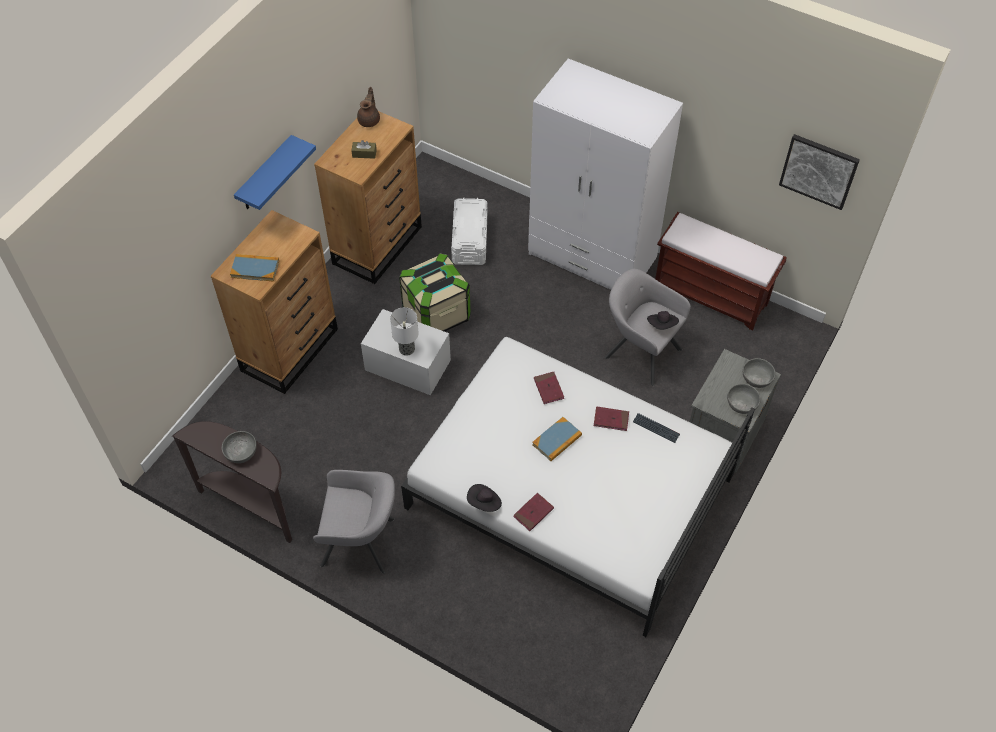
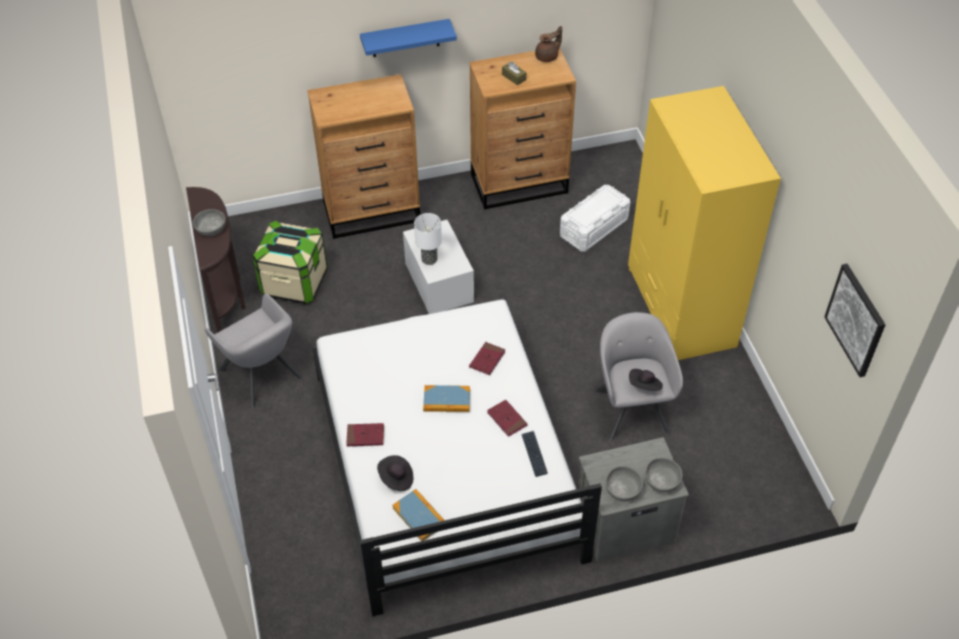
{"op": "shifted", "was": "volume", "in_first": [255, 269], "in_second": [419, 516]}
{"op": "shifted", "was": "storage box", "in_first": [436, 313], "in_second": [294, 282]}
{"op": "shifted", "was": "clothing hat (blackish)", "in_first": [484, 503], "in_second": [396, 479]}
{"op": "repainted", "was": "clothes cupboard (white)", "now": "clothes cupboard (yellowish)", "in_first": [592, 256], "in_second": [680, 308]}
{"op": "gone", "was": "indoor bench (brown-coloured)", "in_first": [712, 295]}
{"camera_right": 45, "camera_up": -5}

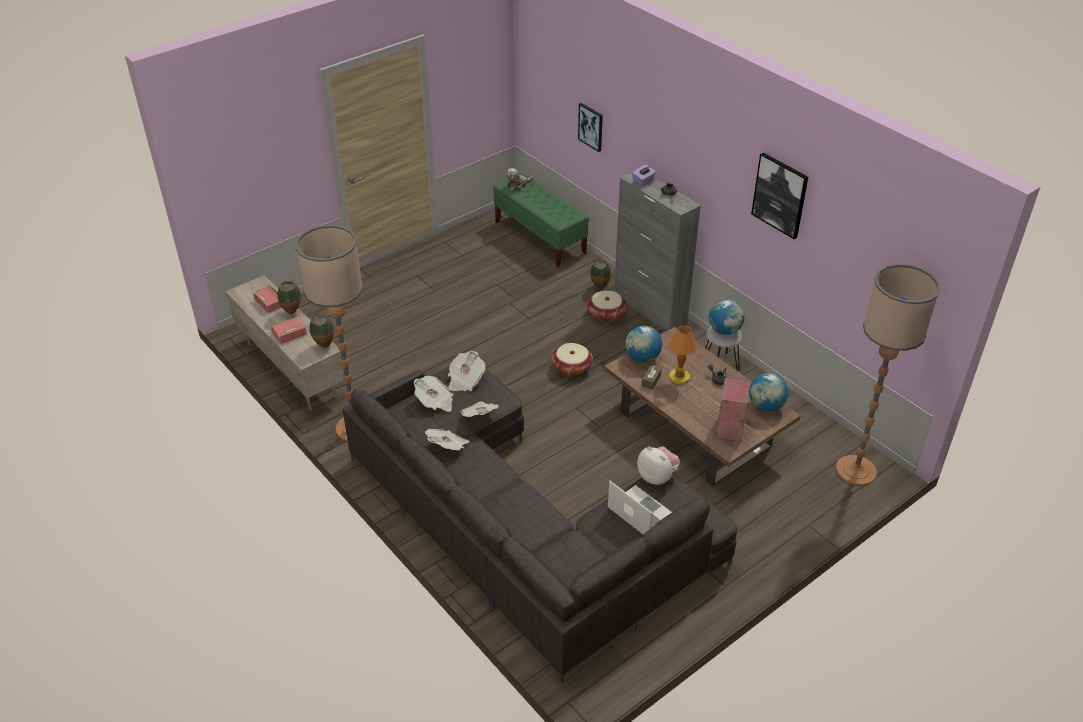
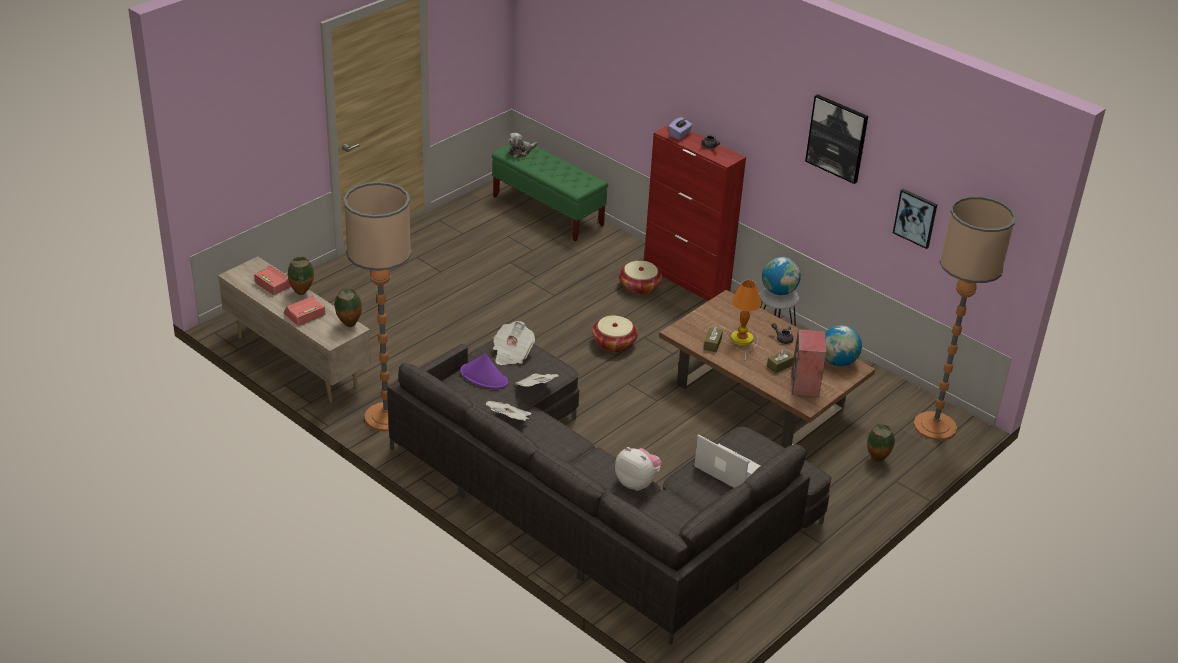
{"op": "swapped", "was": "daily paper", "now": "clothing hat (purple)", "in_first": [435, 402], "in_second": [484, 377]}
{"op": "shifted", "was": "picture", "in_first": [591, 126], "in_second": [915, 218]}
{"op": "shifted", "was": "vase", "in_first": [600, 288], "in_second": [877, 461]}
{"op": "repainted", "was": "cupboard (greyish)", "now": "cupboard (reddish)", "in_first": [650, 308], "in_second": [686, 279]}
{"op": "gone", "was": "world globe", "in_first": [642, 357]}
{"op": "shifted", "was": "plush toy", "in_first": [657, 477], "in_second": [637, 482]}
{"op": "new", "now": "tissue holder (brown-coloured)", "in_second": [780, 365]}
{"camera_right": -10, "camera_up": -5}

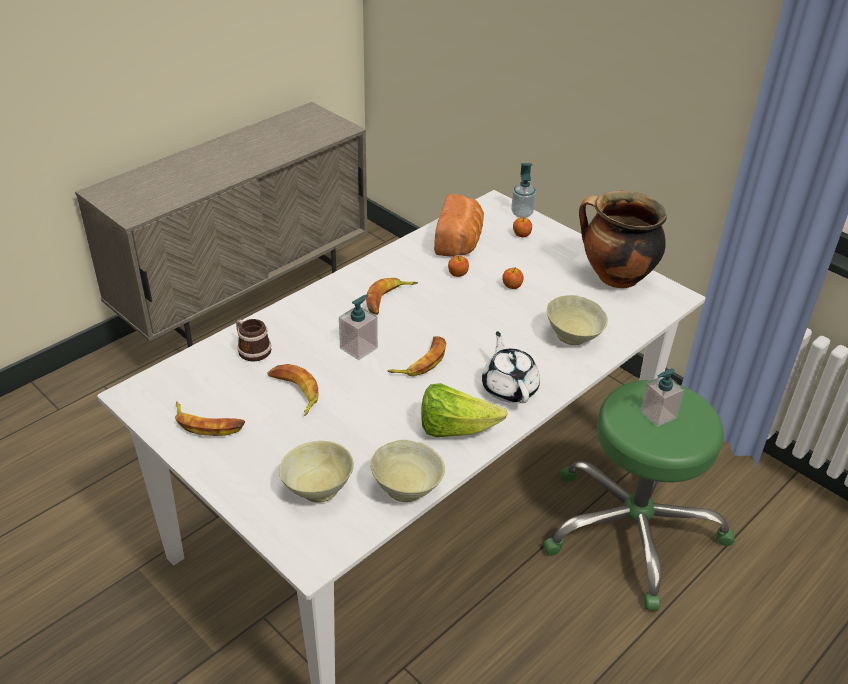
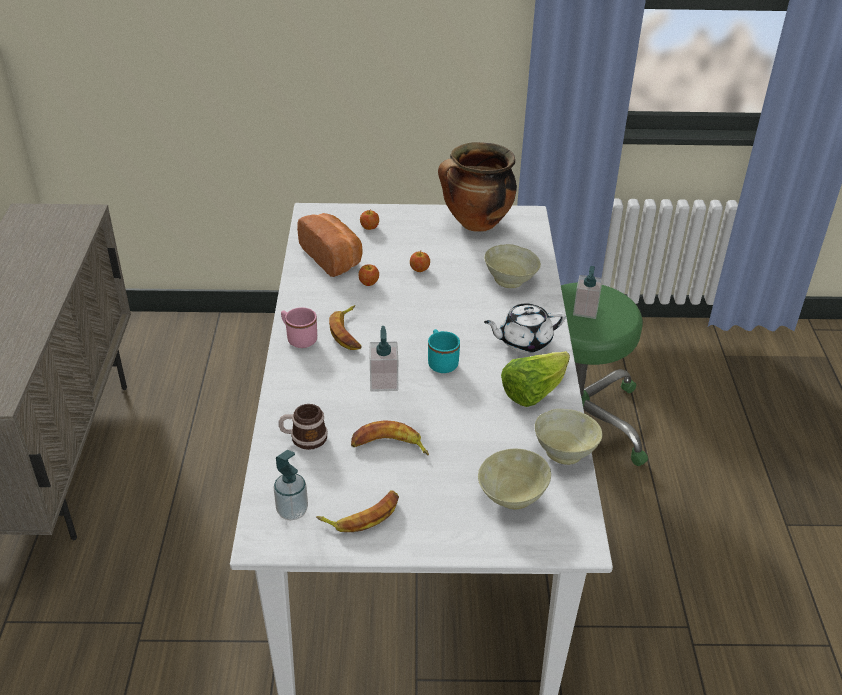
{"op": "swapped", "was": "banana fruit", "now": "tea mug (blue-green)", "in_first": [421, 361], "in_second": [441, 362]}
{"op": "rotated", "was": "teapot (white)", "in_first": [509, 387], "in_second": [523, 341], "clockwise": -45}
{"op": "shifted", "was": "liquid soap bottle", "in_first": [522, 213], "in_second": [292, 511]}
{"op": "new", "now": "tea mug (pink)", "in_second": [298, 338]}
{"camera_right": -45, "camera_up": 0}

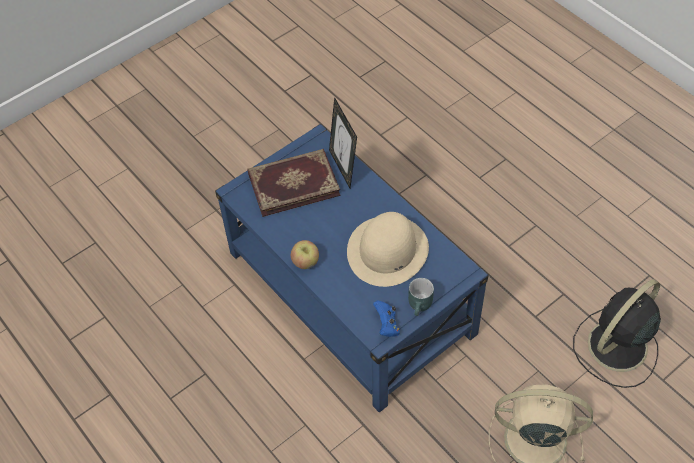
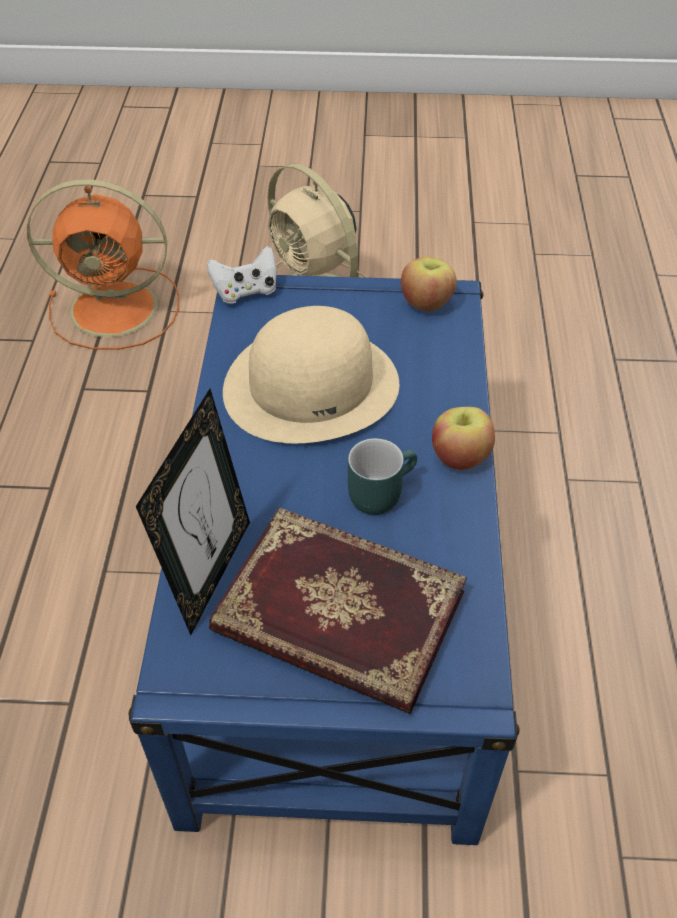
{"op": "swapped", "was": "game controller (bluish)", "now": "apple", "in_first": [387, 325], "in_second": [426, 302]}
{"op": "shifted", "was": "tea mug (blue-green)", "in_first": [421, 306], "in_second": [379, 490]}
{"op": "repainted", "was": "fan (blackish)", "now": "fan (orangey)", "in_first": [615, 347], "in_second": [118, 308]}
{"op": "new", "now": "game controller (white)", "in_second": [246, 291]}
{"camera_right": -140, "camera_up": -5}

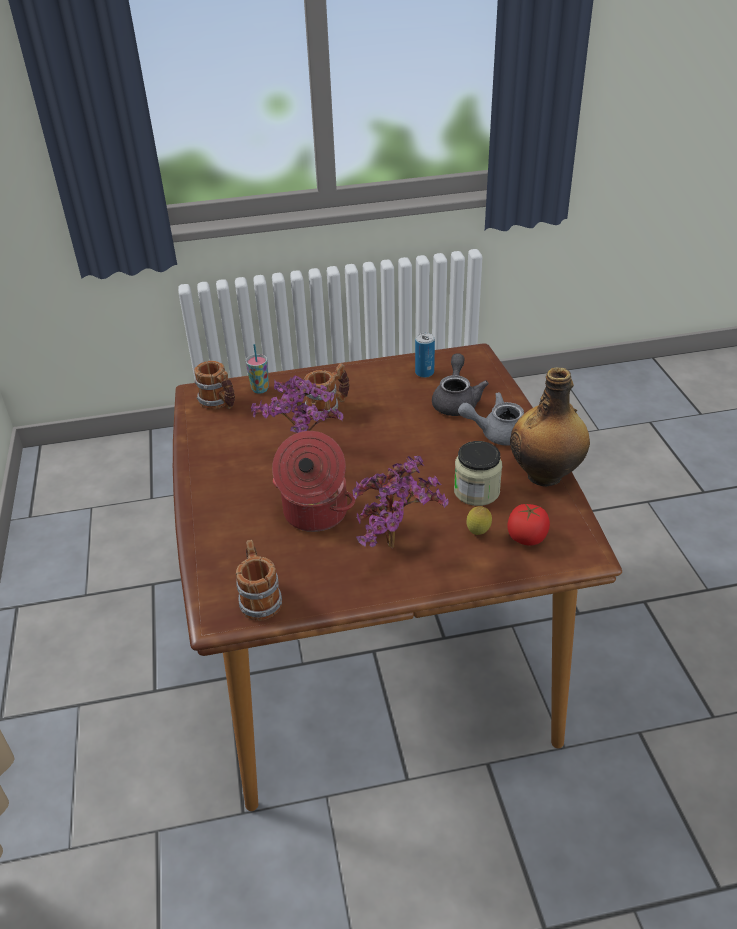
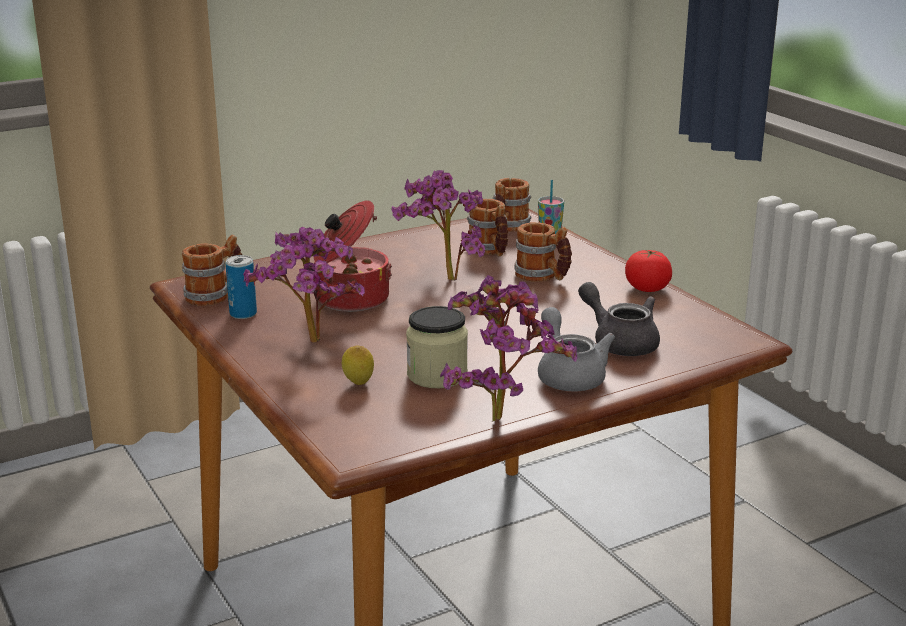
{"op": "shifted", "was": "can", "in_first": [424, 372], "in_second": [243, 314]}
{"op": "rotated", "was": "teapot (greyish)", "in_first": [456, 401], "in_second": [620, 342], "clockwise": -120}
{"op": "shifted", "was": "tomato", "in_first": [526, 538], "in_second": [647, 288]}
{"op": "swapped", "was": "beverage bottle", "now": "houseplant", "in_first": [546, 475], "in_second": [499, 415]}
{"op": "new", "now": "tea mug", "in_second": [490, 251]}
{"camera_right": 70, "camera_up": -15}

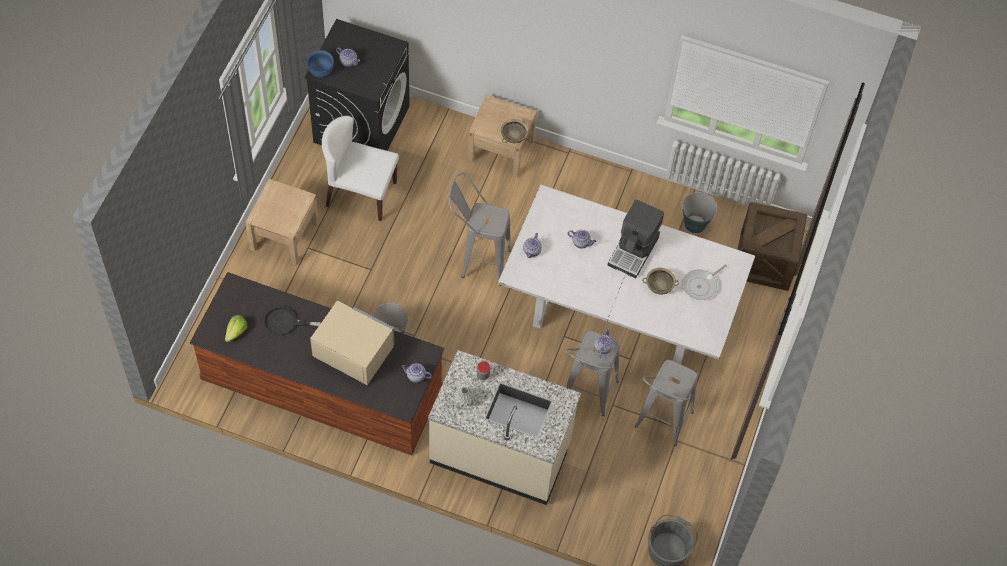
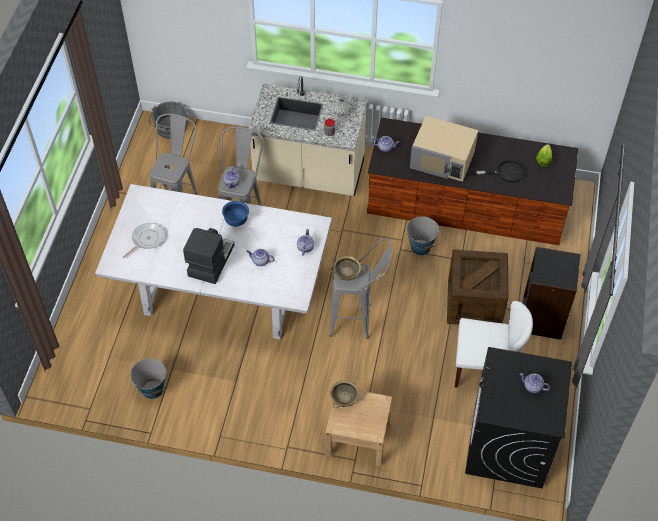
{"op": "swapped", "was": "nightstand (sand-coloured)", "now": "bookshelf (blackish)", "in_first": [284, 236], "in_second": [542, 318]}
{"op": "shifted", "was": "bowl (bluish)", "in_first": [321, 71], "in_second": [236, 221]}
{"op": "shifted", "was": "bowl (sand-coloured)", "in_first": [659, 286], "in_second": [347, 273]}
{"op": "shifted", "was": "shipping crate", "in_first": [764, 261], "in_second": [474, 303]}
{"camera_right": 175, "camera_up": -5}

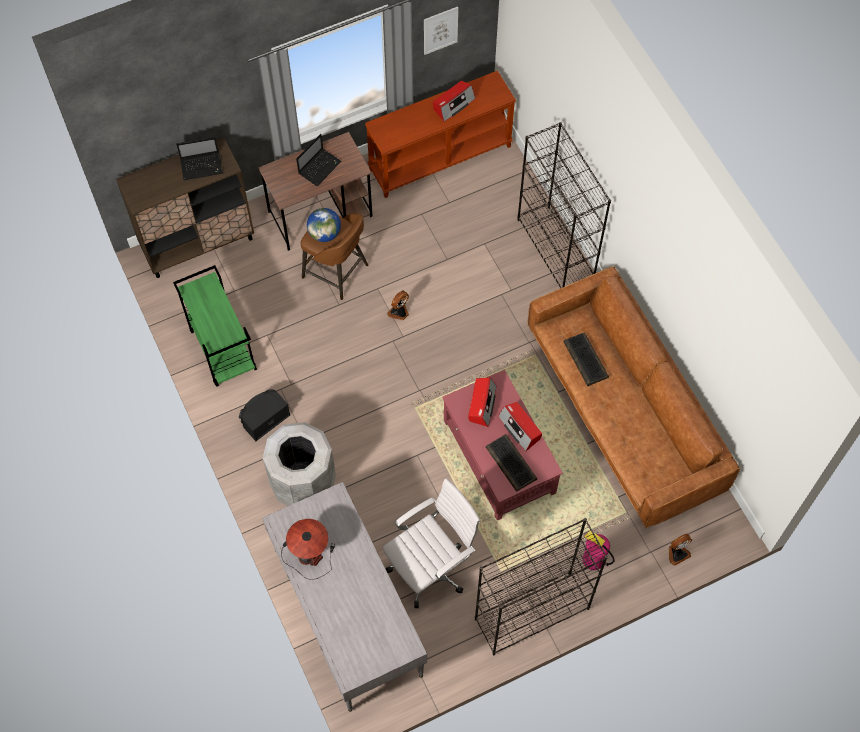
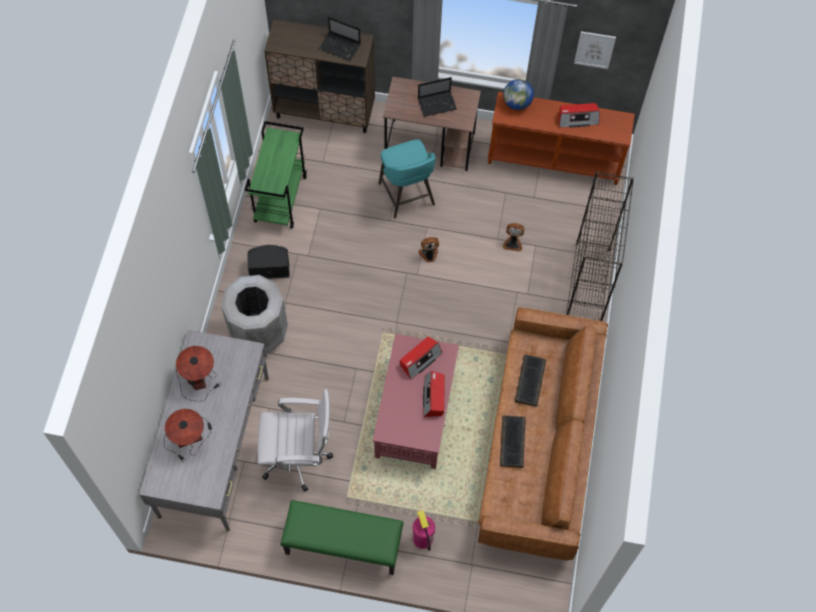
{"op": "repainted", "was": "stool seat (brown-coloured)", "now": "stool seat (blue-green)", "in_first": [337, 272], "in_second": [407, 195]}
{"op": "shifted", "was": "world globe", "in_first": [324, 233], "in_second": [517, 103]}
{"op": "swapped", "was": "bookshelf (blackish)", "now": "indoor bench (greenish)", "in_first": [531, 614], "in_second": [343, 545]}
{"op": "shifted", "was": "computer keyboard", "in_first": [512, 463], "in_second": [513, 442]}
{"op": "shifted", "was": "fan", "in_first": [677, 553], "in_second": [513, 243]}
{"op": "new", "now": "table lamp", "in_second": [188, 438]}
{"camera_right": 35, "camera_up": 0}

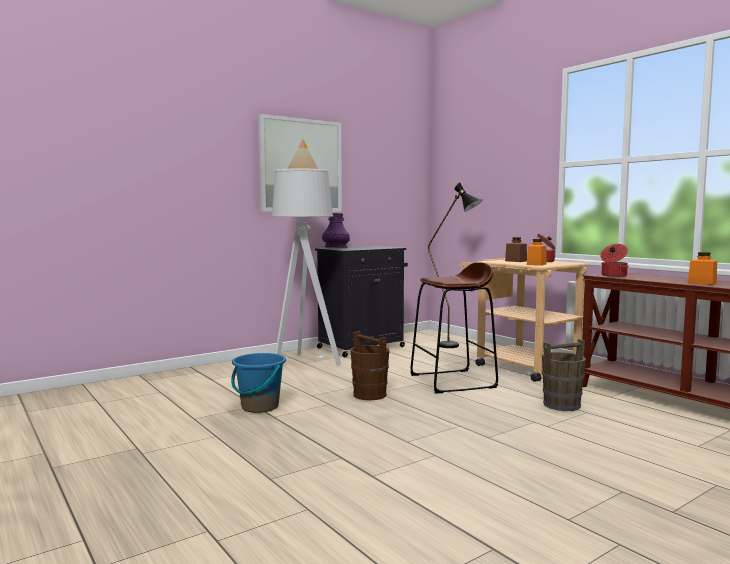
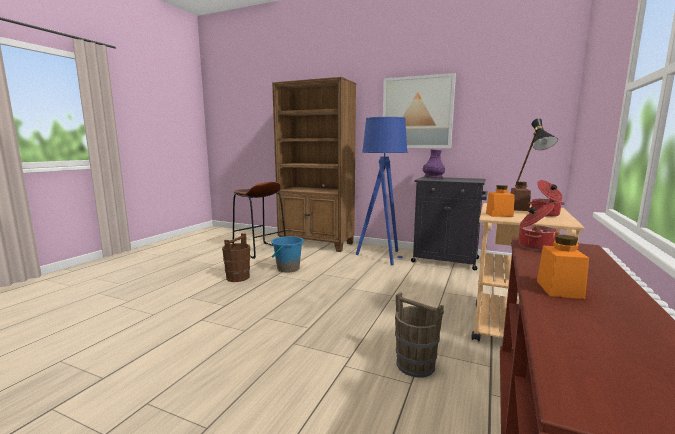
{"op": "repainted", "was": "standard lamp (greyish)", "now": "standard lamp (bluish)", "in_first": [304, 363], "in_second": [382, 257]}
{"op": "shifted", "was": "pail (brown-coloured)", "in_first": [369, 395], "in_second": [238, 277]}
{"op": "shifted", "was": "stool seat (brown-coloured)", "in_first": [453, 381], "in_second": [259, 250]}
{"op": "new", "now": "bookshelf (brown-coloured)", "in_second": [316, 244]}
{"camera_right": 60, "camera_up": 5}

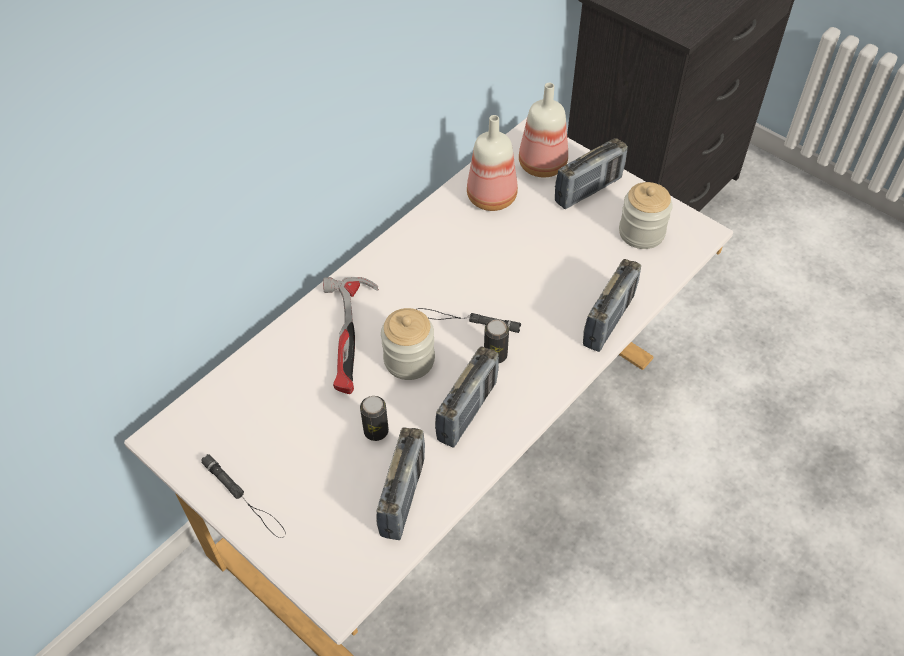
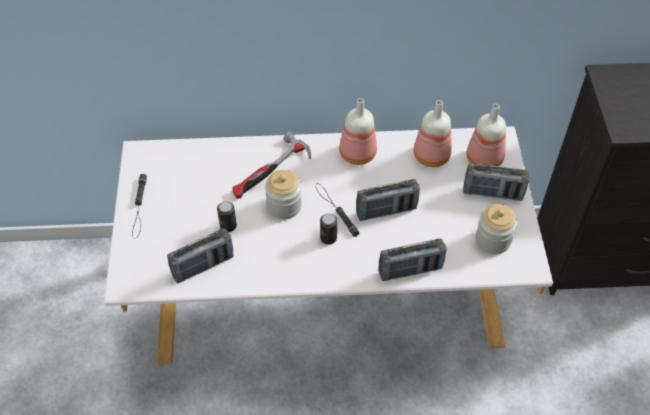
{"op": "shifted", "was": "radio", "in_first": [467, 411], "in_second": [386, 211]}
{"op": "new", "now": "beverage bottle", "in_second": [356, 154]}
{"camera_right": 45, "camera_up": 0}

